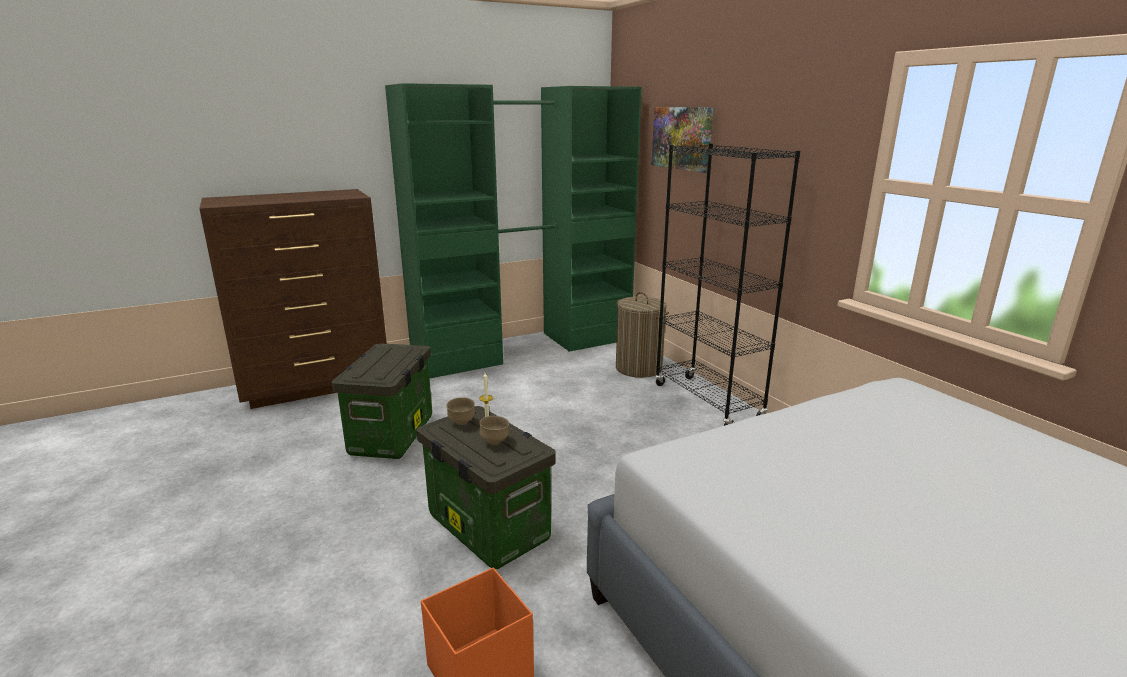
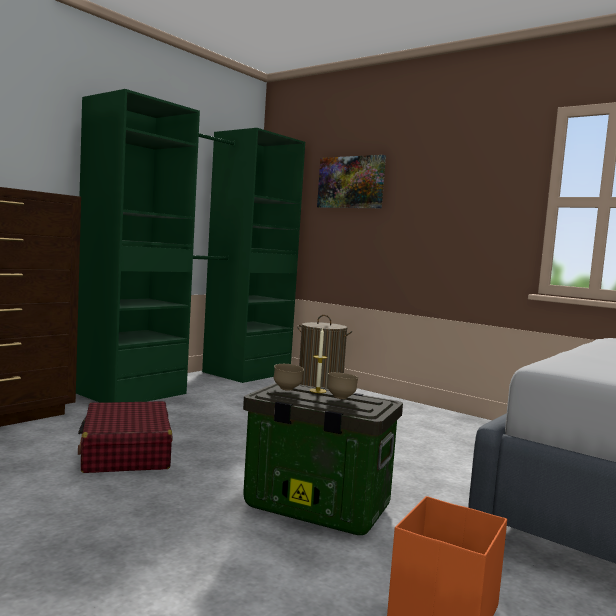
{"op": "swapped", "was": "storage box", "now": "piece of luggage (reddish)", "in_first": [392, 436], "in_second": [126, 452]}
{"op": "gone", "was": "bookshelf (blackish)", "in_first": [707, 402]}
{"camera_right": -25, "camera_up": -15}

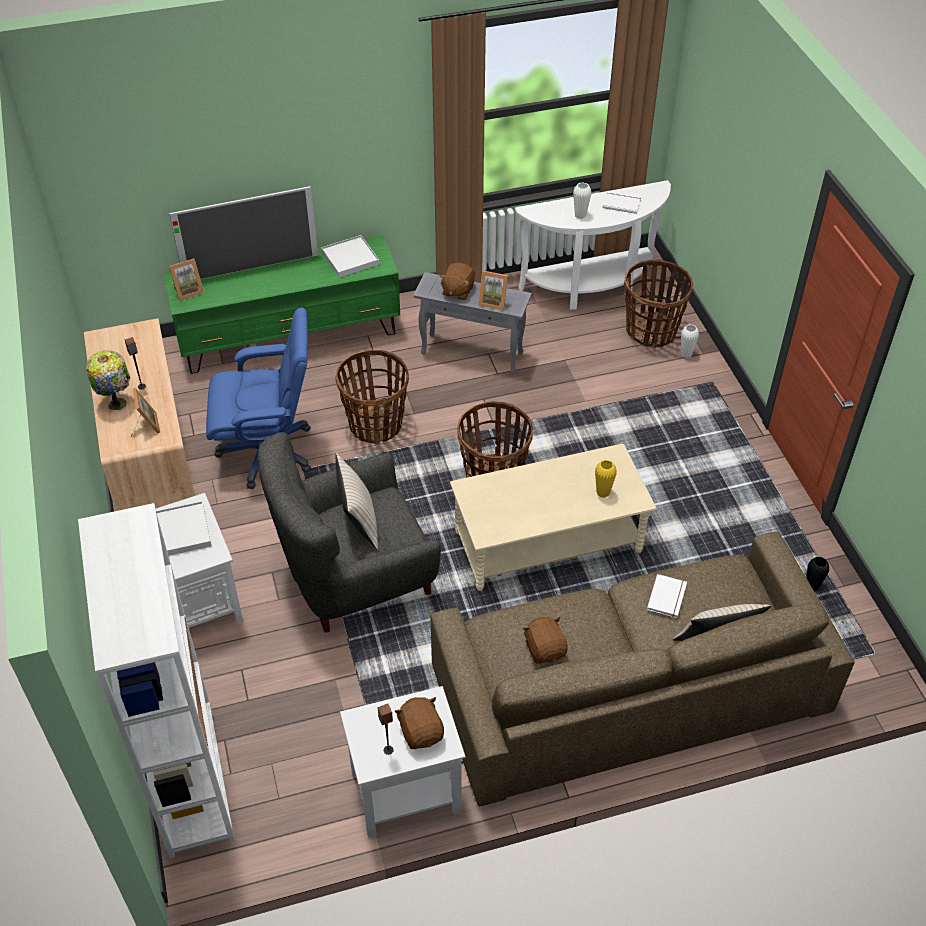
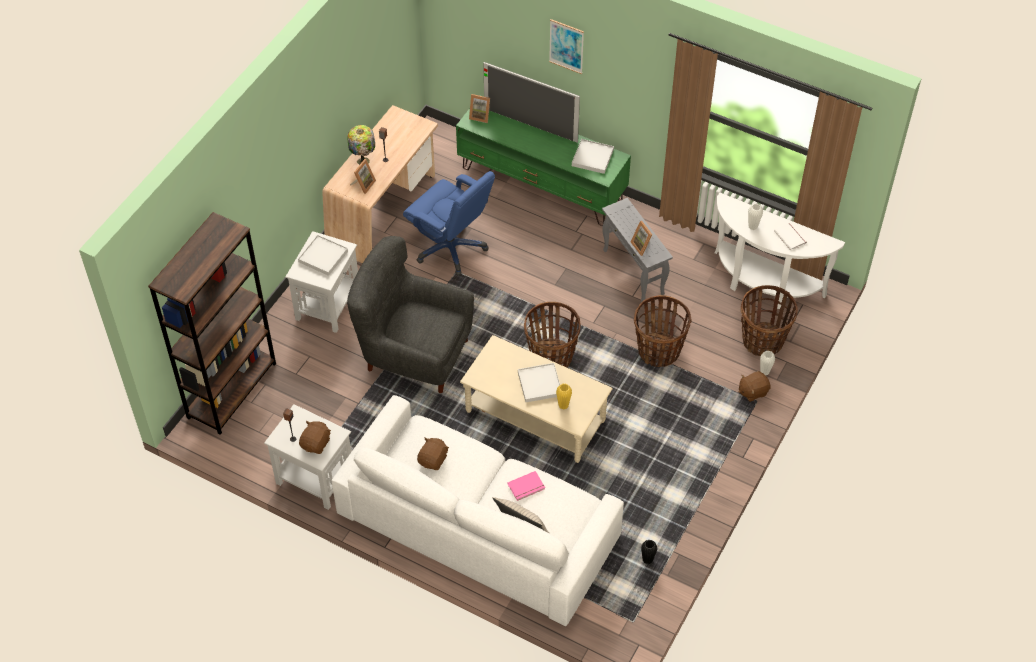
{"op": "repainted", "was": "bookshelf (white)", "now": "bookshelf (brown-coloured)", "in_first": [191, 779], "in_second": [232, 390]}
{"op": "shifted", "was": "storage basket", "in_first": [376, 425], "in_second": [659, 351]}
{"op": "gone", "was": "pillow (sand-coloured)", "in_first": [359, 523]}
{"op": "repainted", "was": "couch (brown-coloured)", "now": "couch (white)", "in_first": [628, 688], "in_second": [479, 524]}
{"op": "shifted", "was": "plush toy (brown-coloured)", "in_first": [457, 290], "in_second": [752, 391]}
{"op": "repainted", "was": "volume (white)", "now": "volume (pink)", "in_first": [668, 597], "in_second": [526, 487]}
{"op": "new", "now": "serving tray (white)", "in_second": [539, 384]}
{"op": "new", "now": "picture", "in_second": [566, 46]}
{"camera_right": 45, "camera_up": 5}

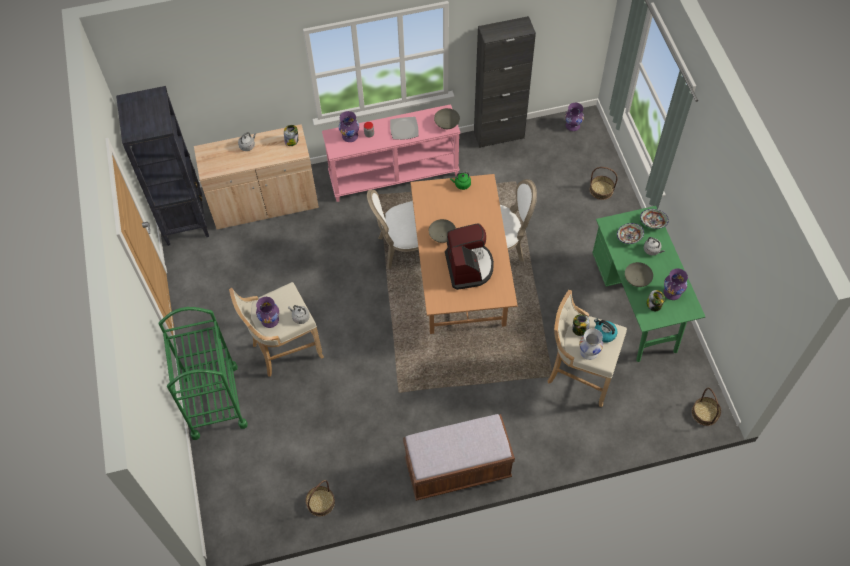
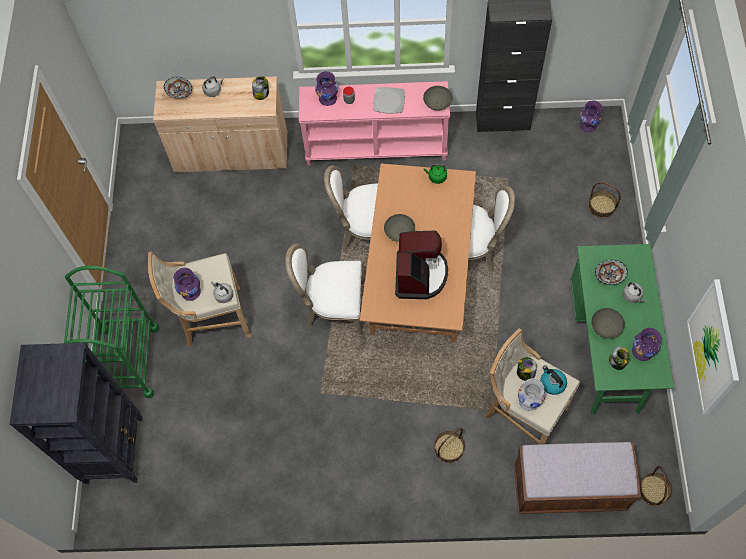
{"op": "shifted", "was": "bookshelf (blackish)", "in_first": [185, 219], "in_second": [115, 449]}
{"op": "shifted", "was": "storage basket", "in_first": [320, 502], "in_second": [449, 448]}
{"op": "shifted", "was": "indoor bench (brown-coloured)", "in_first": [457, 469], "in_second": [569, 488]}
{"op": "shifted", "was": "bowl", "in_first": [653, 222], "in_second": [179, 92]}
{"op": "new", "now": "upright chair (white)", "in_second": [333, 307]}
{"op": "new", "now": "picture", "in_second": [713, 348]}
{"camera_right": 15, "camera_up": 5}

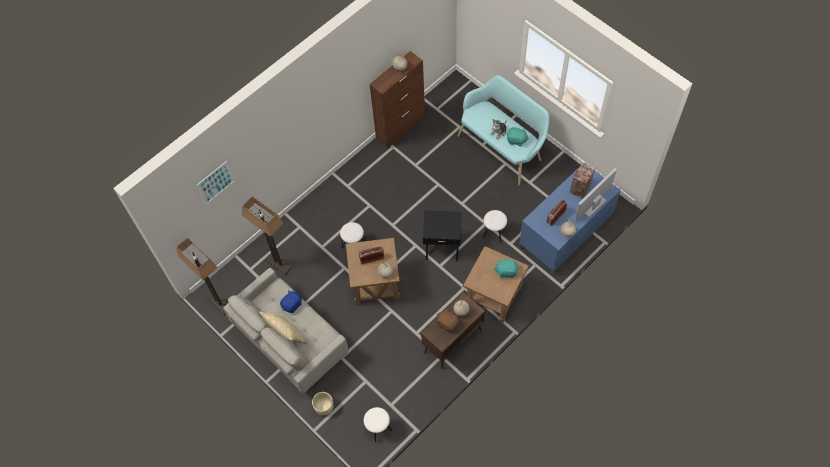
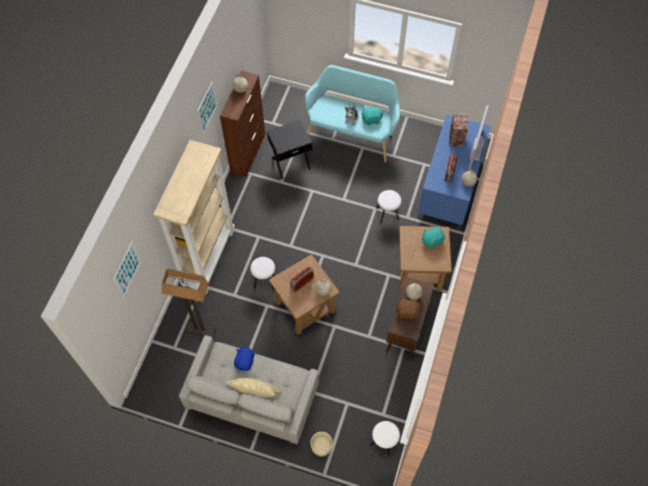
{"op": "gone", "was": "standard lamp", "in_first": [219, 303]}
{"op": "shifted", "was": "end table (blackish)", "in_first": [442, 246], "in_second": [290, 162]}
{"op": "new", "now": "bookshelf (sand-coloured)", "in_second": [208, 257]}
{"op": "new", "now": "picture", "in_second": [207, 108]}
{"camera_right": -30, "camera_up": 0}

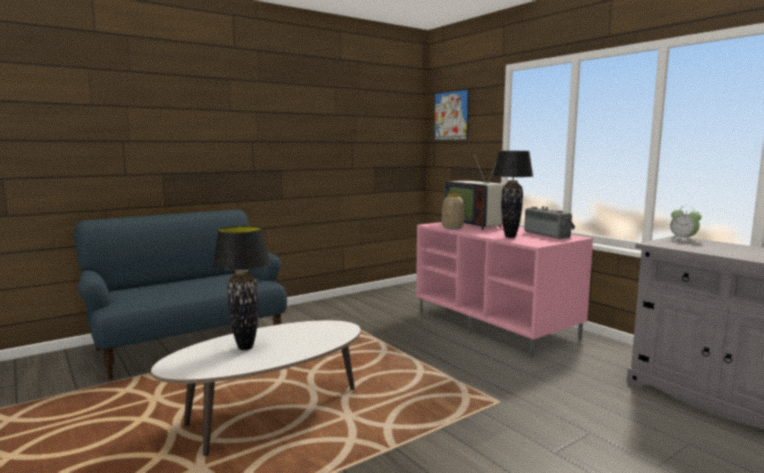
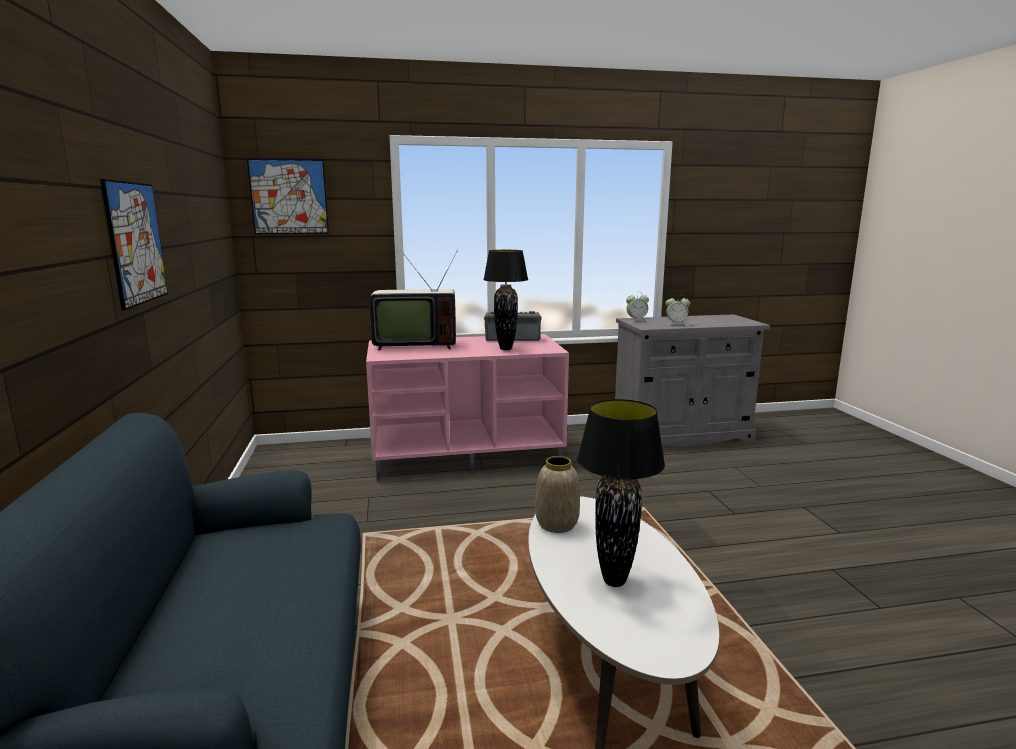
{"op": "shifted", "was": "vase", "in_first": [452, 228], "in_second": [557, 524]}
{"op": "new", "now": "picture", "in_second": [136, 243]}
{"op": "new", "now": "bedside clock", "in_second": [676, 324]}
{"camera_right": -65, "camera_up": 5}

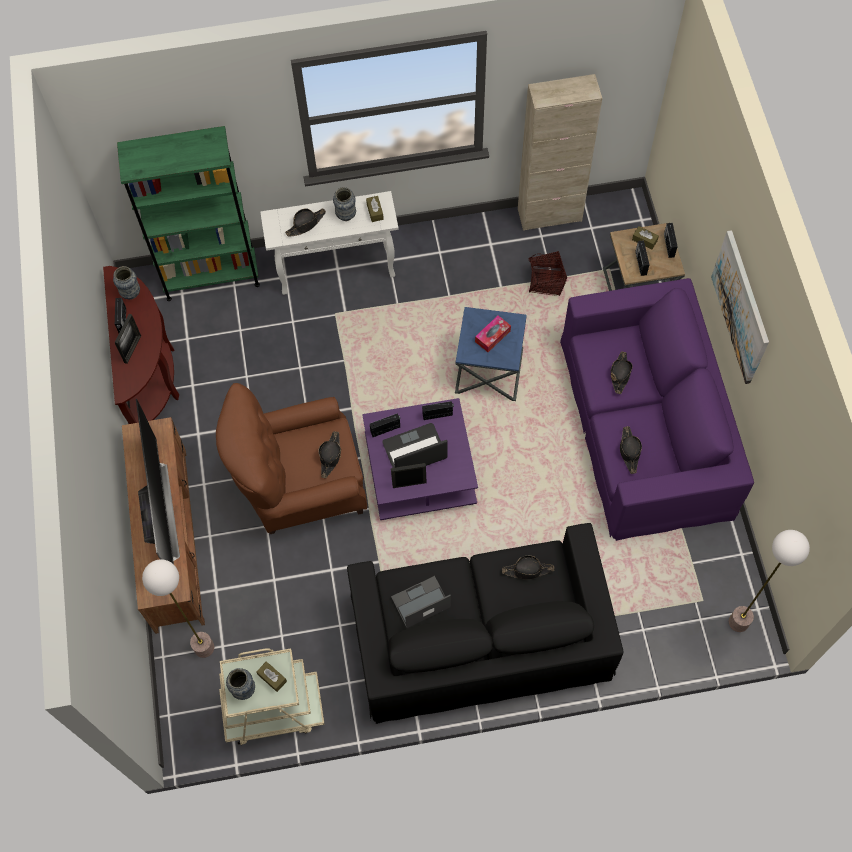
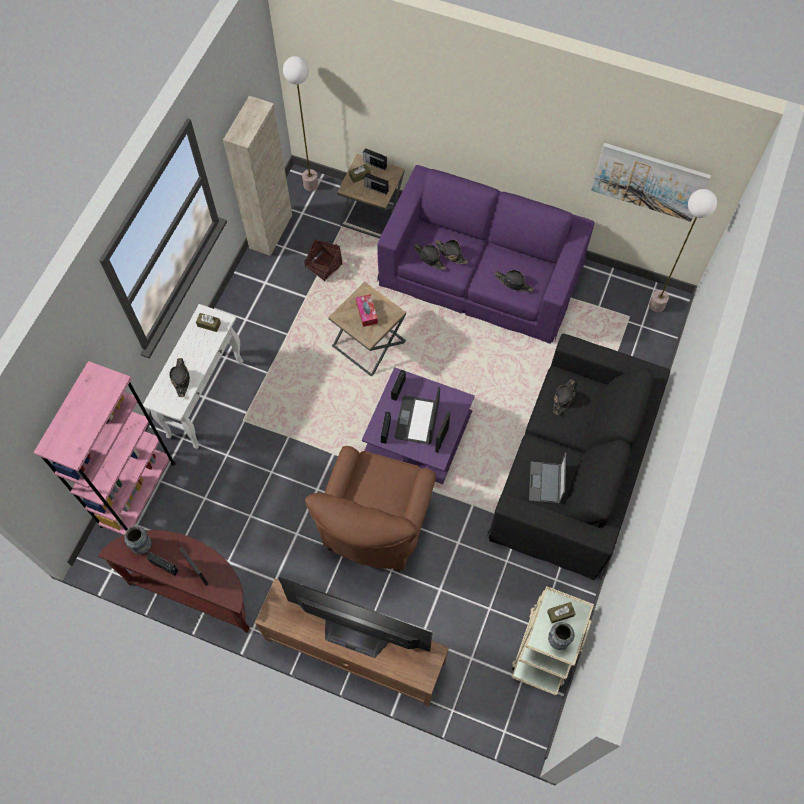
{"op": "repainted", "was": "bookshelf (greenish)", "now": "bookshelf (pink)", "in_first": [211, 276], "in_second": [138, 494]}
{"op": "shifted", "was": "standard lamp", "in_first": [204, 647], "in_second": [311, 185]}
{"op": "shifted", "was": "clothing hat (blackish)", "in_first": [330, 456], "in_second": [430, 258]}
{"op": "gone", "was": "vase", "in_first": [346, 215]}
{"op": "repainted", "was": "end table (bluish)", "now": "end table (brown-coloured)", "in_first": [489, 370], "in_second": [368, 343]}
{"op": "shifted", "was": "picture", "in_first": [741, 307], "in_second": [649, 181]}
{"camera_right": -60, "camera_up": 0}

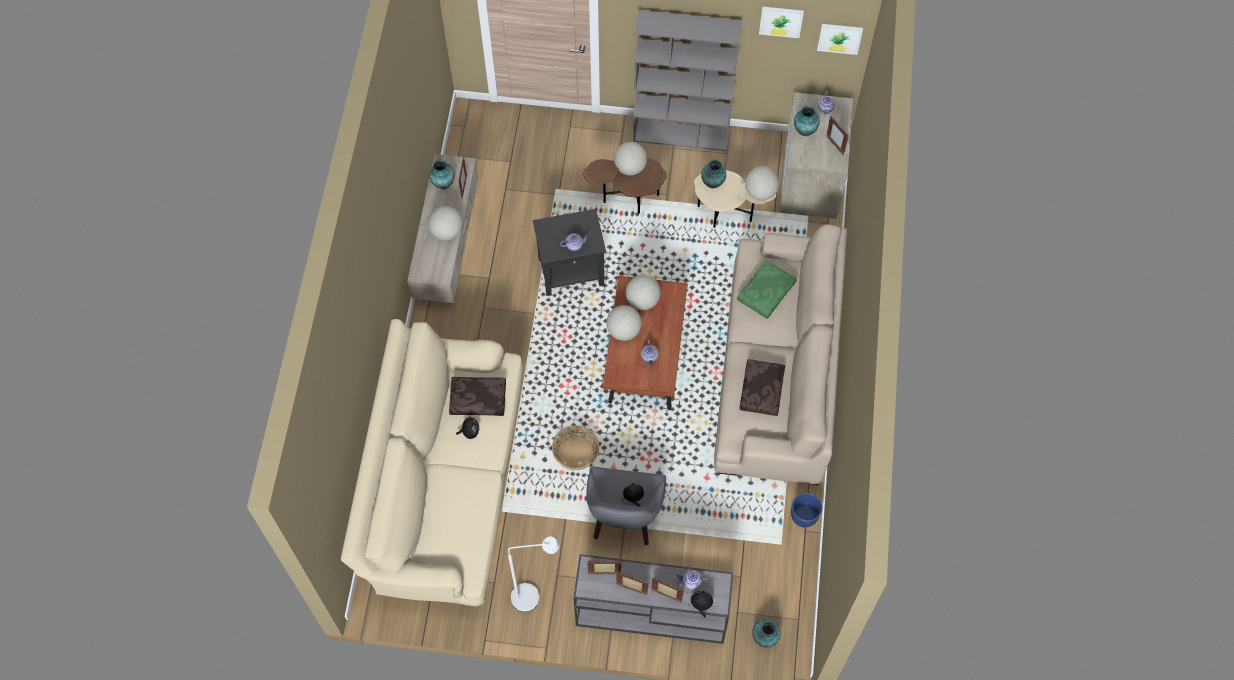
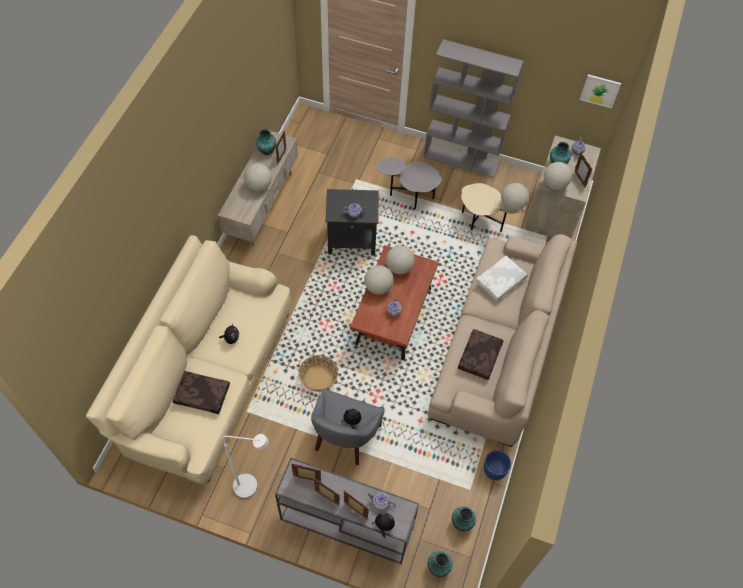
{"op": "shifted", "was": "pillow (brown-coloured)", "in_first": [477, 400], "in_second": [201, 395]}
{"op": "repainted", "was": "end table (brown-coloured)", "now": "end table (greyish)", "in_first": [628, 199], "in_second": [409, 197]}
{"op": "shifted", "was": "world globe", "in_first": [630, 167], "in_second": [554, 184]}
{"op": "shifted", "was": "vase", "in_first": [713, 183], "in_second": [462, 523]}
{"op": "repainted", "was": "pillow (greenish)", "now": "pillow (white)", "in_first": [766, 293], "in_second": [500, 282]}
{"op": "gone", "was": "picture", "in_first": [781, 21]}
{"camera_right": 10, "camera_up": -5}

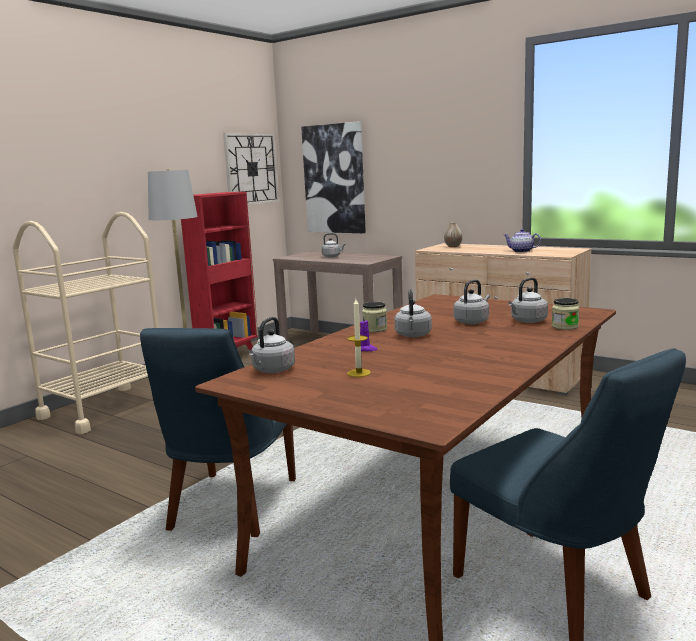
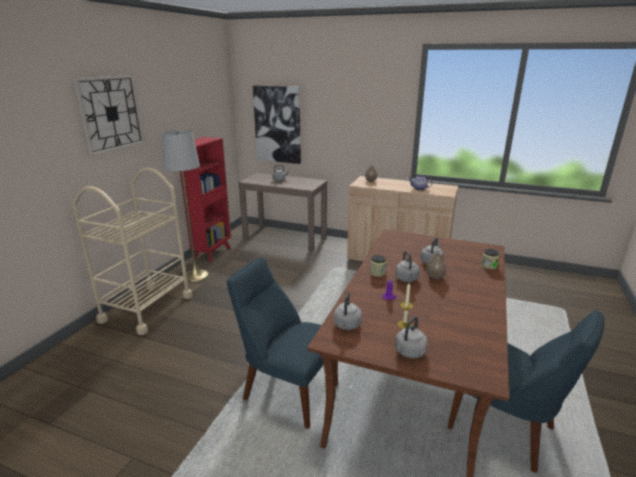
{"op": "rotated", "was": "upright chair (bluish)", "in_first": [230, 507], "in_second": [286, 391], "clockwise": 120}
{"op": "shifted", "was": "hanging clock", "in_first": [251, 169], "in_second": [111, 113]}
{"op": "shifted", "was": "kettle (greyish)", "in_first": [527, 321], "in_second": [409, 352]}
{"op": "new", "now": "vase", "in_second": [435, 277]}
{"camera_right": -15, "camera_up": 10}

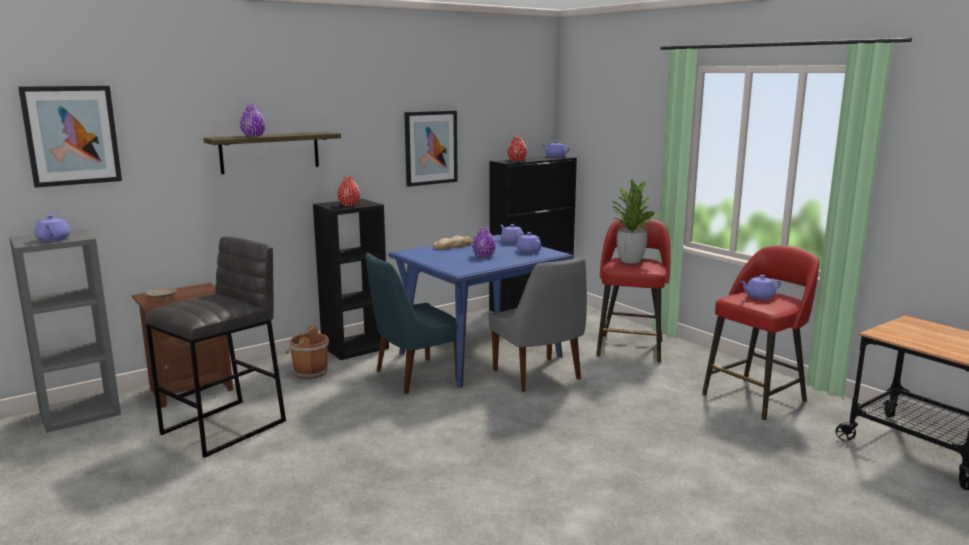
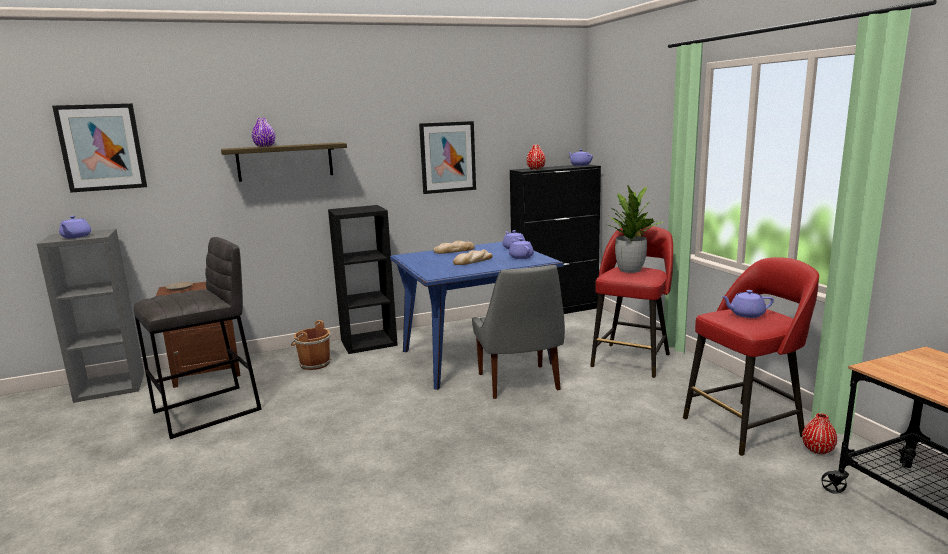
{"op": "shifted", "was": "vase (reddish)", "in_first": [349, 205], "in_second": [817, 450]}
{"op": "gone", "was": "upright chair (bluish)", "in_first": [414, 376]}
{"op": "swapped", "was": "vase (purple)", "now": "bread", "in_first": [483, 256], "in_second": [473, 261]}
{"camera_right": 15, "camera_up": 0}

